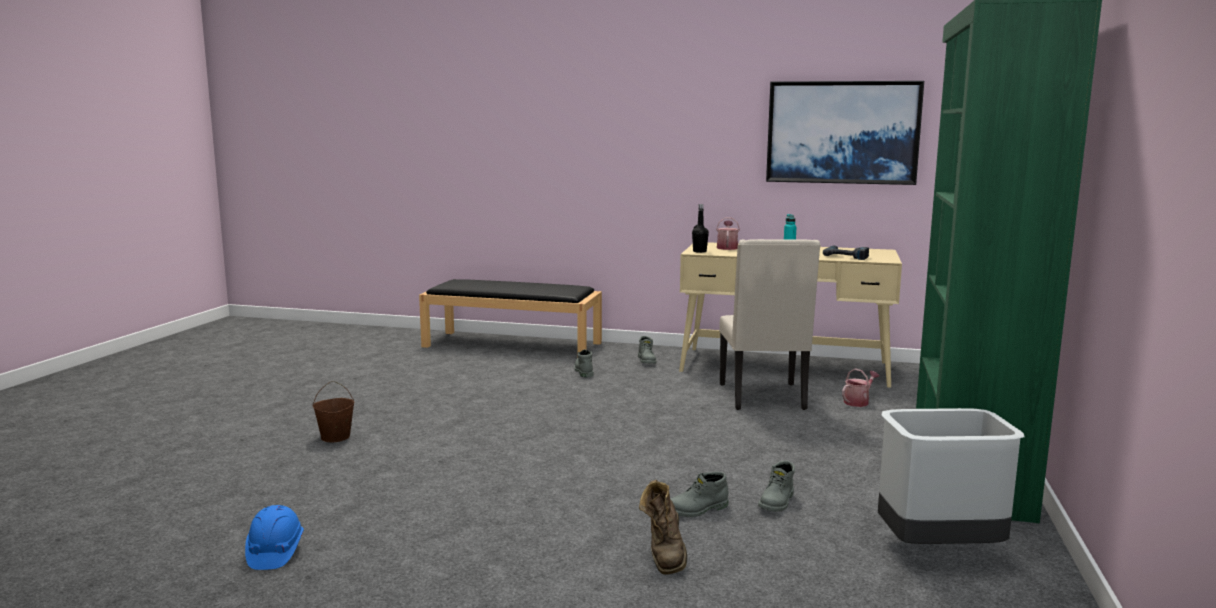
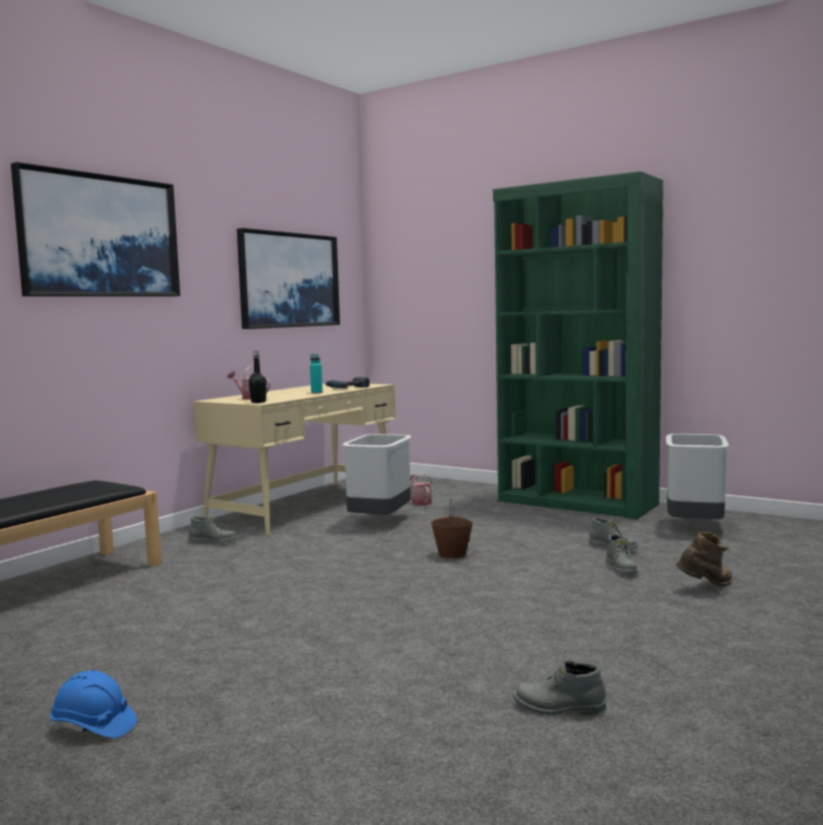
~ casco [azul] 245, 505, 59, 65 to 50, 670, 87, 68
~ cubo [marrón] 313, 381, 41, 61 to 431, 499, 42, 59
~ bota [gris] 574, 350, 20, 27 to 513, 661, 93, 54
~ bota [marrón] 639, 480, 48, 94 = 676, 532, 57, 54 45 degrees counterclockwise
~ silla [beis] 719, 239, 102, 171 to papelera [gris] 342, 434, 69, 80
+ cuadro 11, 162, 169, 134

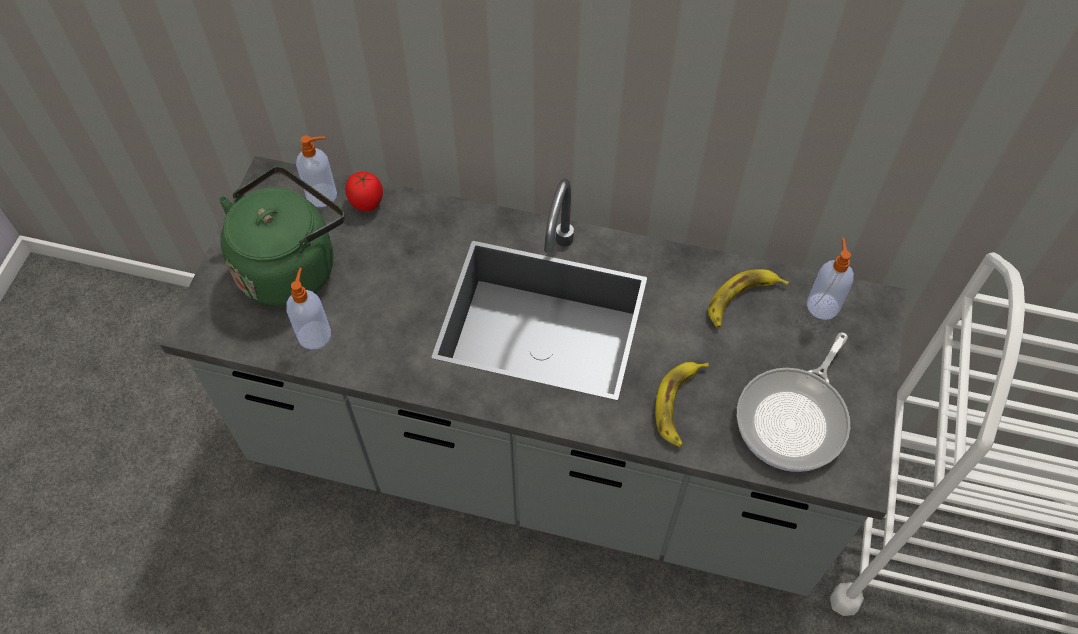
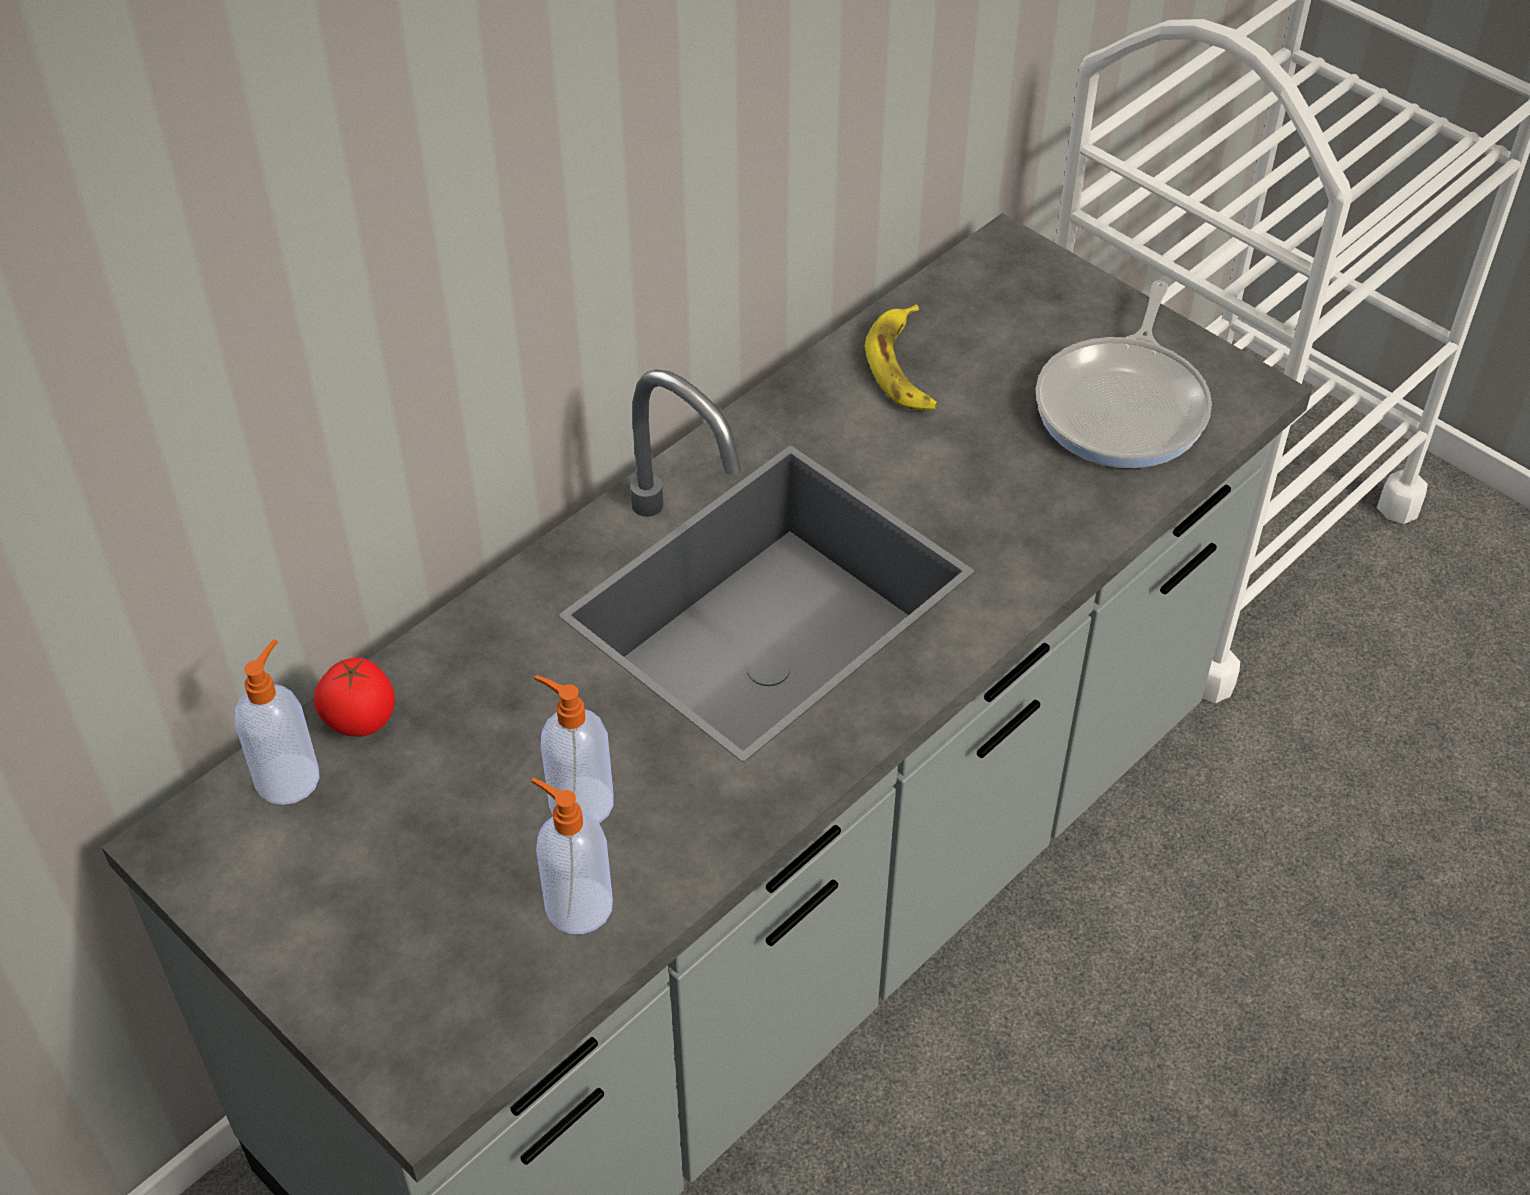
- hervidor [verde] 219, 166, 126, 140
- plátano 655, 362, 54, 85
~ sartén 737, 332, 113, 140 = 1036, 281, 176, 187 45 degrees clockwise
~ dispensador de jabón 807, 237, 47, 83 to 534, 675, 80, 148

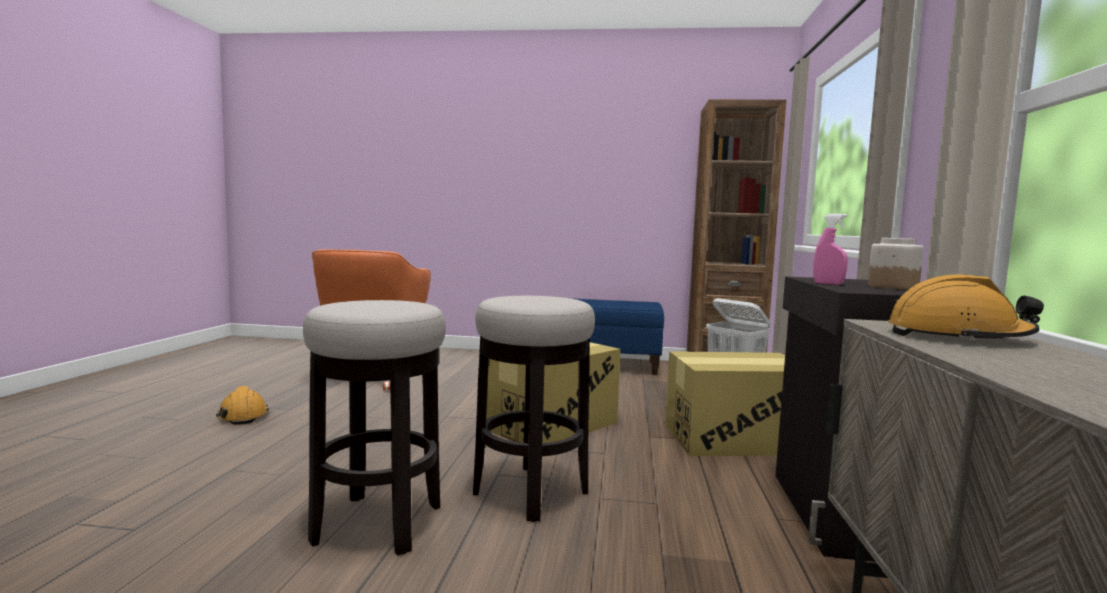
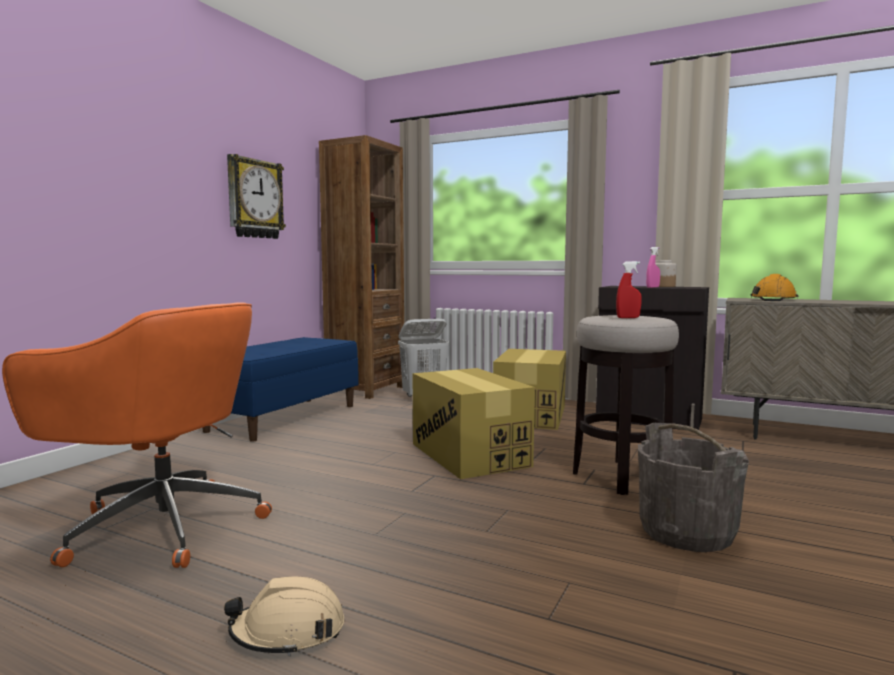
~ casco [naranja] 216, 386, 53, 39 to casco [beis] 224, 576, 120, 81
~ taburete 303, 300, 143, 256 to cubo [gris] 638, 423, 111, 129
+ reloj de pared 227, 154, 59, 85
+ pulverizador [rojo] 616, 261, 26, 57

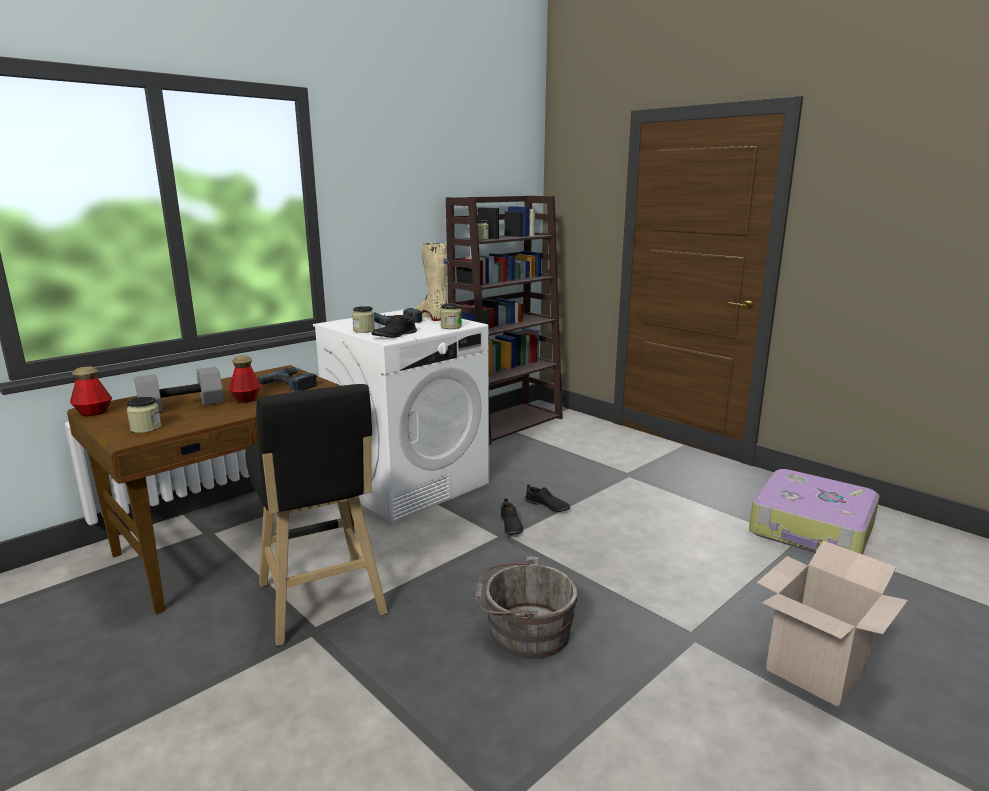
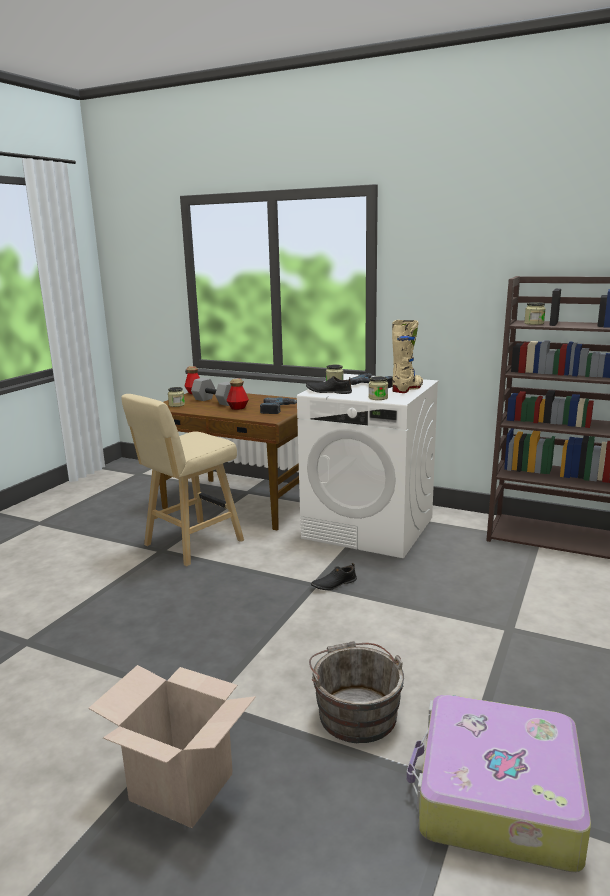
~ taburete [negro] 245, 384, 143, 262 to taburete [beis] 121, 394, 123, 172
~ cubo [gris] 475, 557, 103, 102 to 309, 641, 95, 102
- zapato [negro] 525, 484, 45, 28

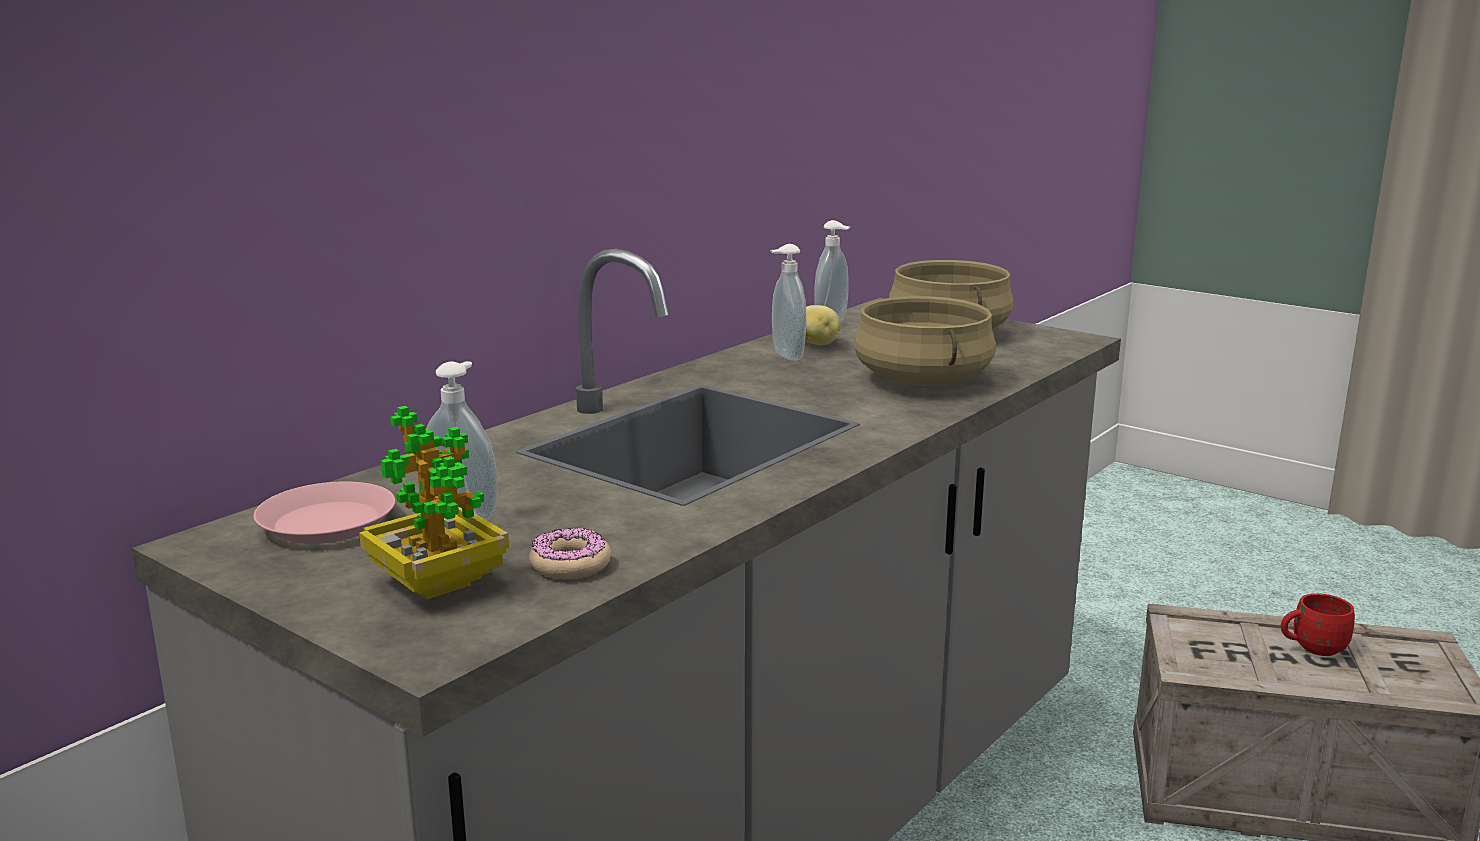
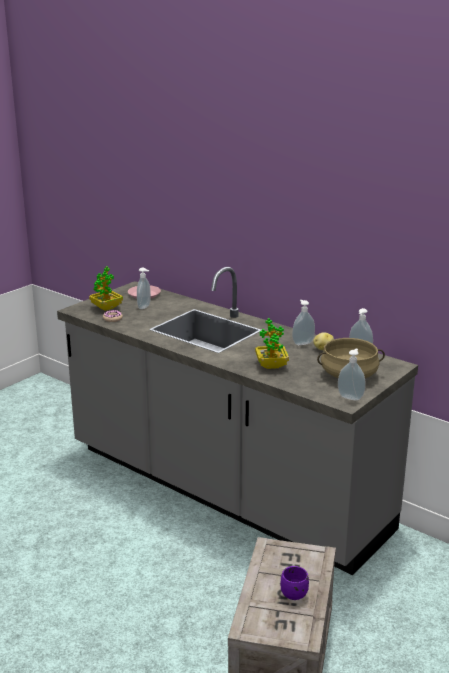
~ olla [beis] 854, 296, 142, 90 to planta en maceta 255, 318, 34, 51
~ taza grande [rojo] 1281, 593, 74, 63 to taza grande [morado] 281, 566, 28, 34
+ dispensador de jabón 338, 349, 28, 51

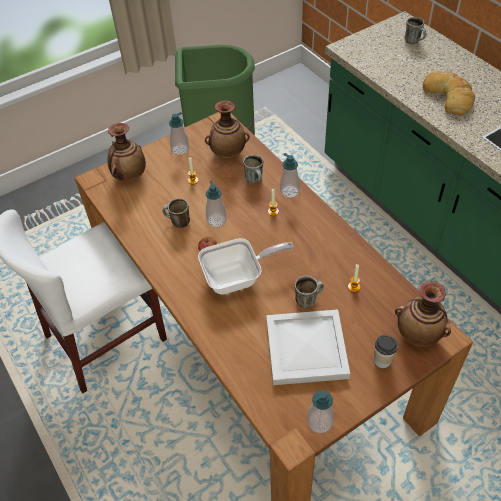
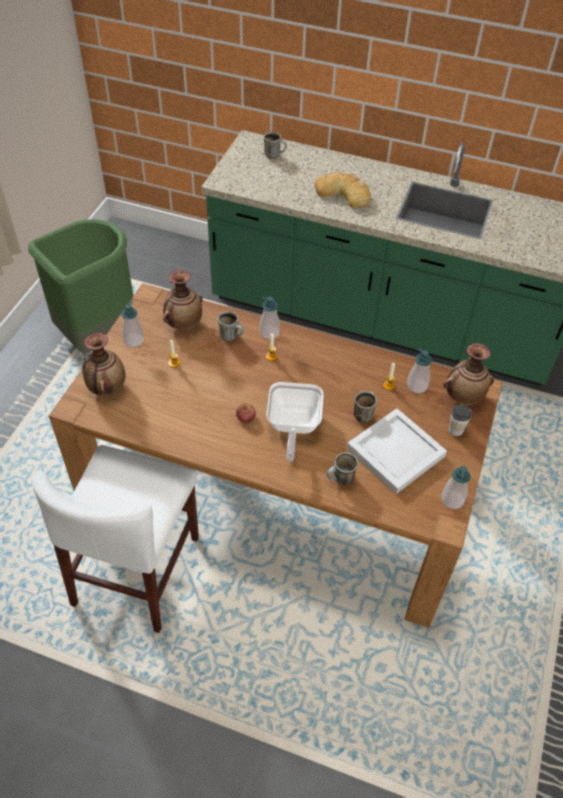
~ taza grande 162, 198, 28, 30 to 327, 452, 31, 33
~ sartén 198, 238, 96, 57 = 266, 382, 58, 80 150 degrees clockwise
~ dispensador de jabón 206, 181, 21, 46 to 407, 348, 25, 45

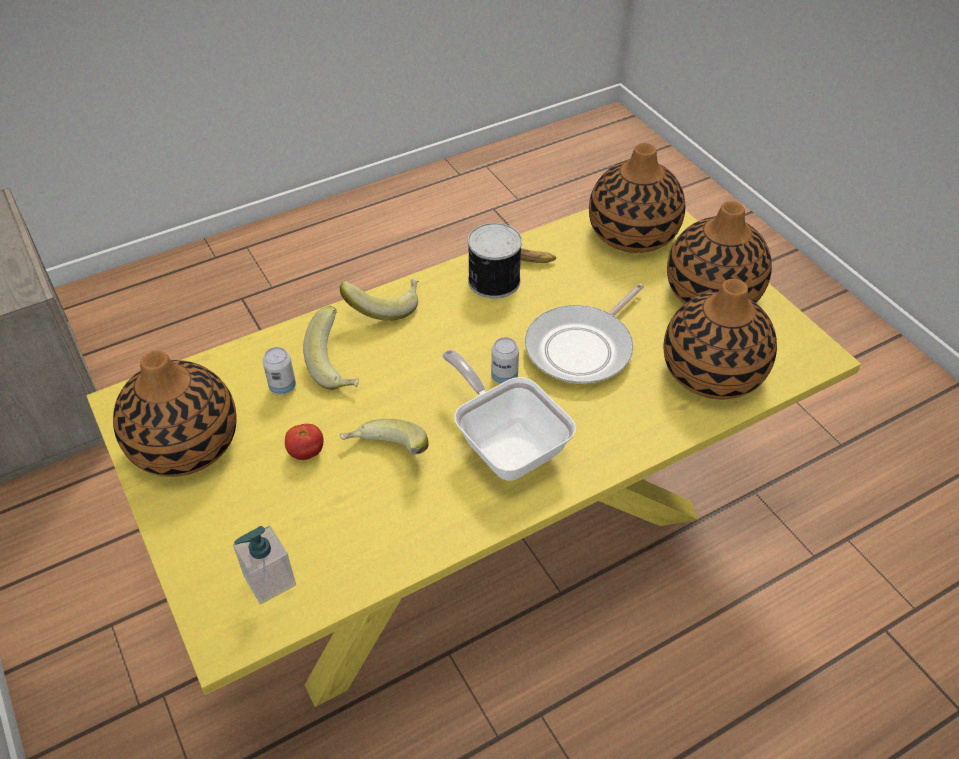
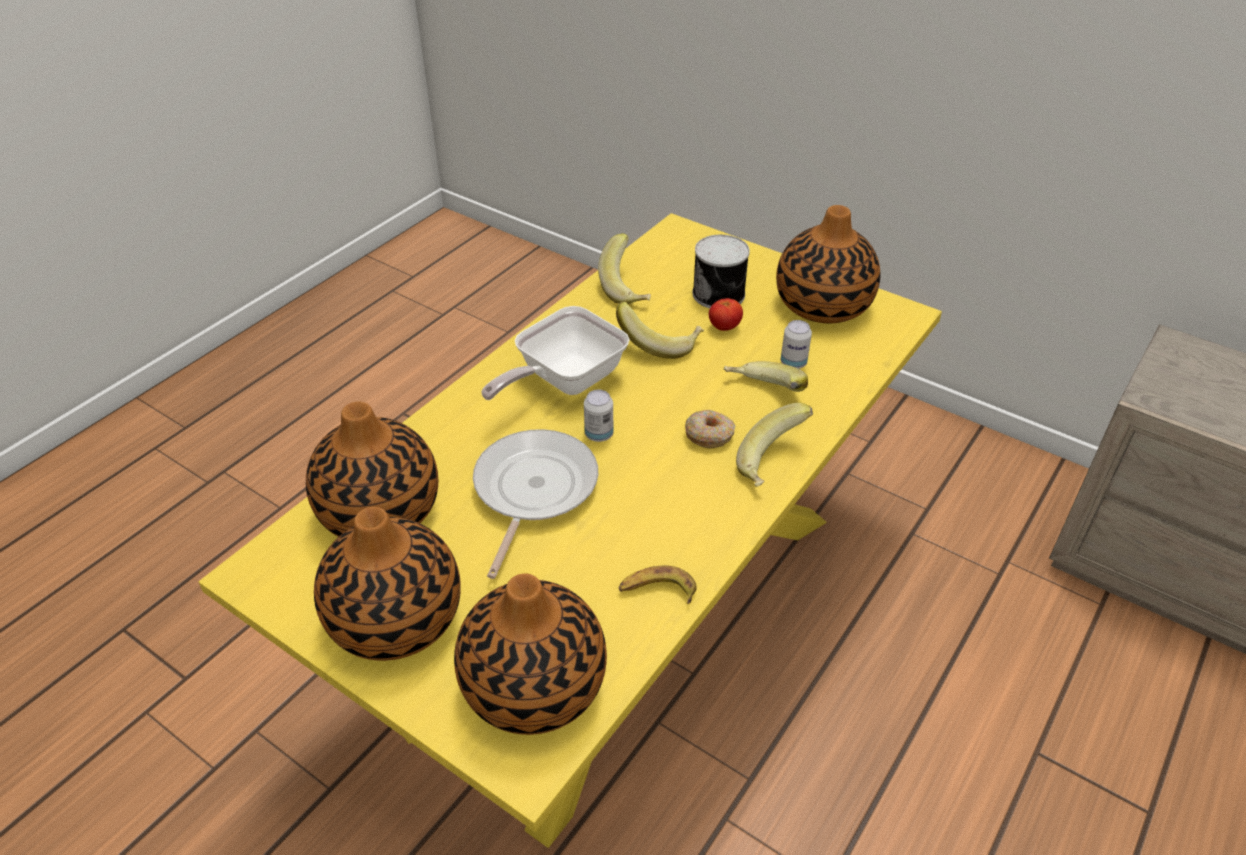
- dispensador de jabón 233, 525, 63, 80
~ sartén 442, 350, 134, 131 = 481, 306, 149, 94 105 degrees clockwise
~ lata 468, 223, 54, 76 to 692, 235, 58, 73
+ plátano 598, 233, 53, 71
+ rosquilla 685, 410, 50, 38

